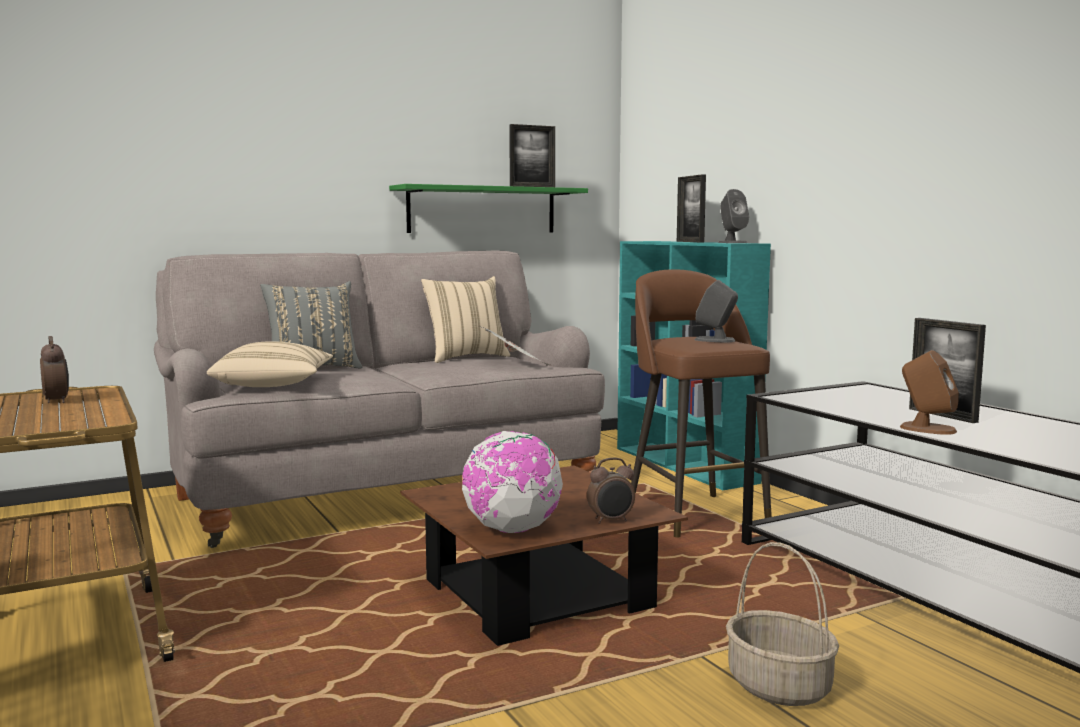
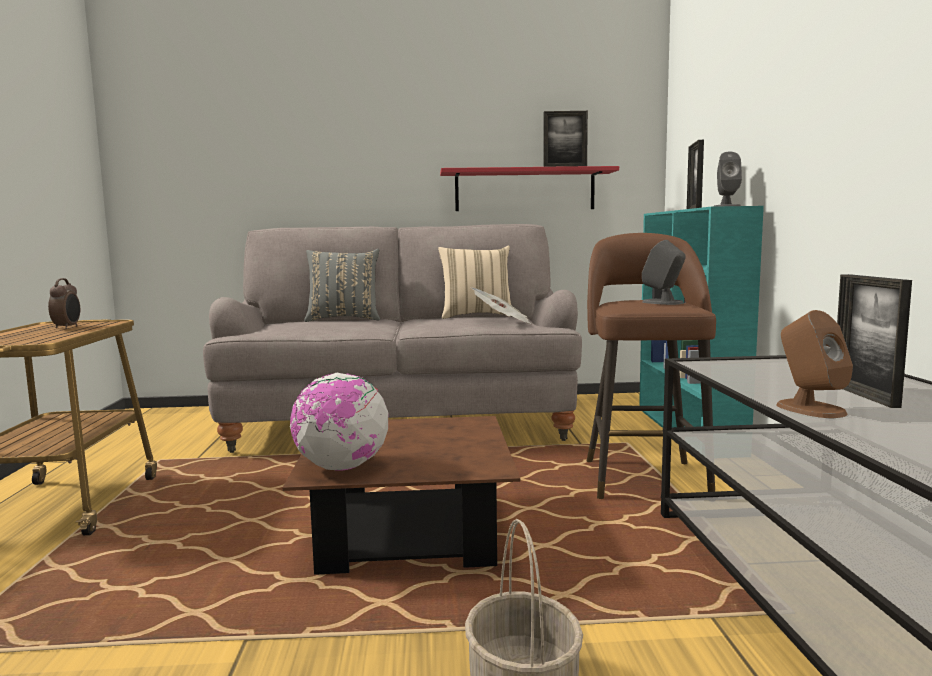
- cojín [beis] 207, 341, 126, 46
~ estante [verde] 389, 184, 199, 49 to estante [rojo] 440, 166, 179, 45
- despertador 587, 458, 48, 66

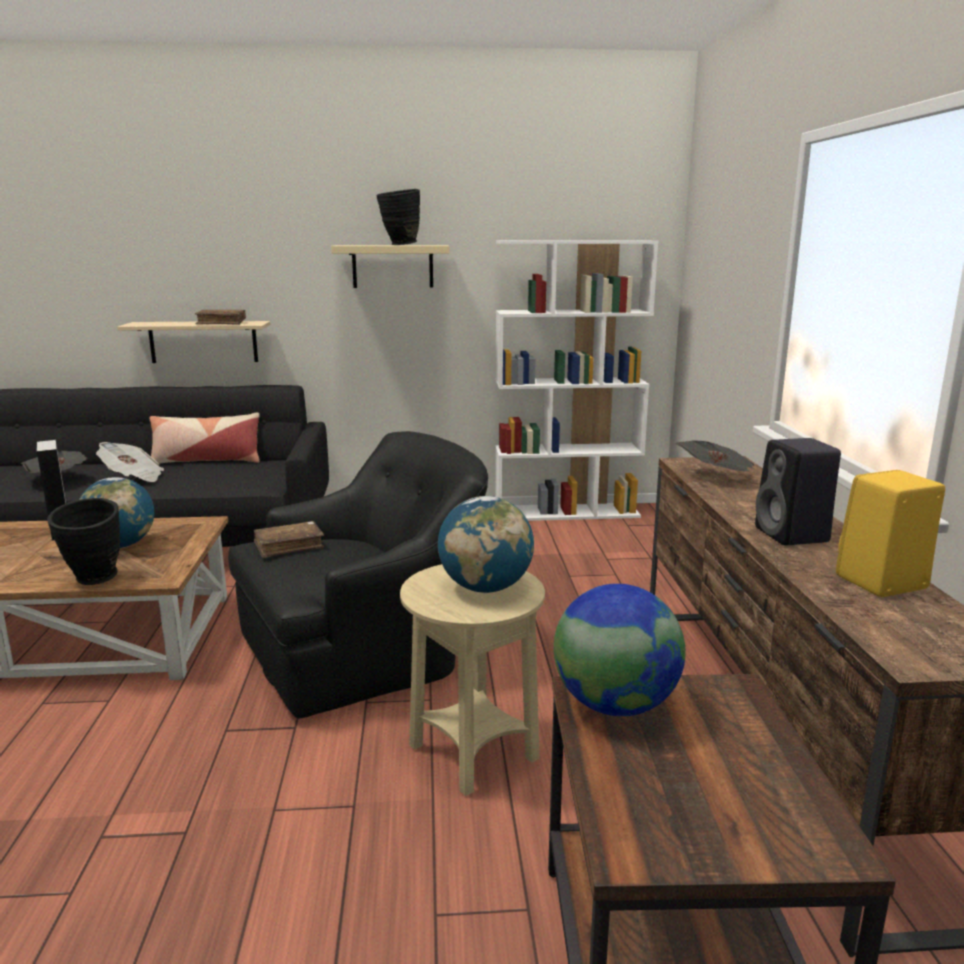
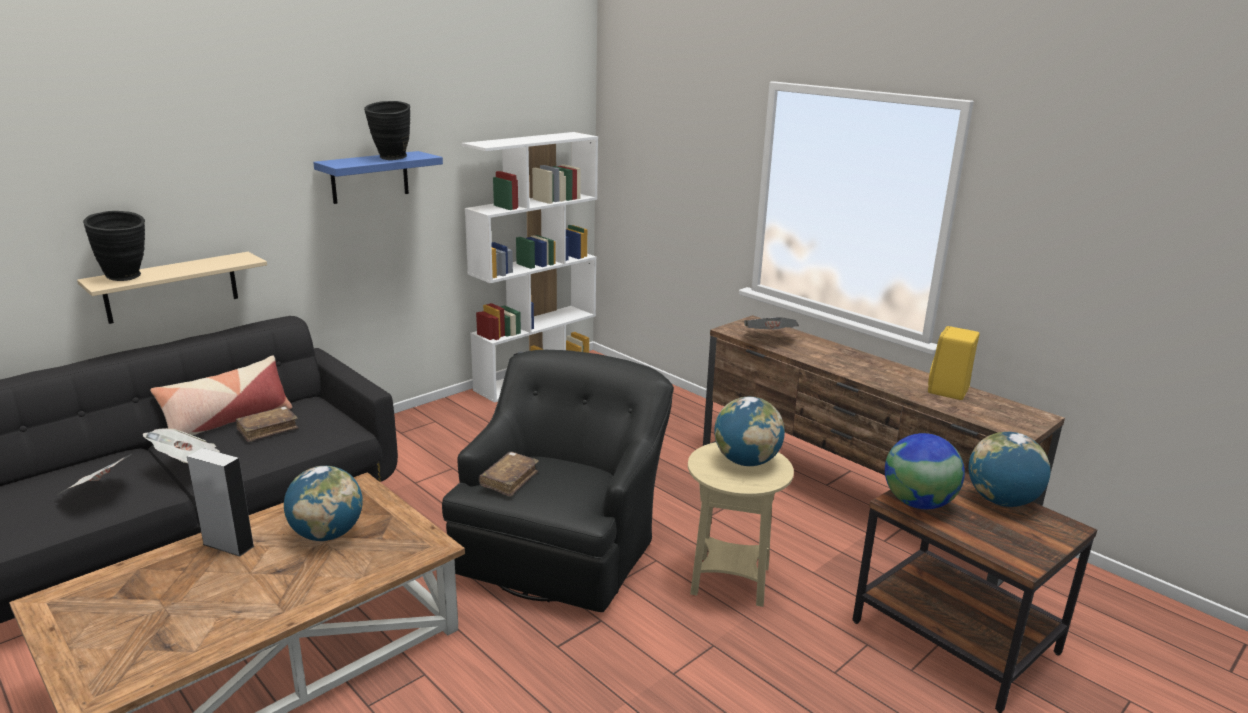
~ florero [negro] 47, 498, 73, 87 to 83, 211, 62, 70
~ libro [marrón] 195, 310, 51, 15 to 236, 406, 62, 36
~ estante [beis] 331, 245, 119, 43 to estante [azul] 313, 151, 130, 53
- altavoz [negro] 755, 438, 86, 107
+ globo terráqueo 969, 432, 81, 75

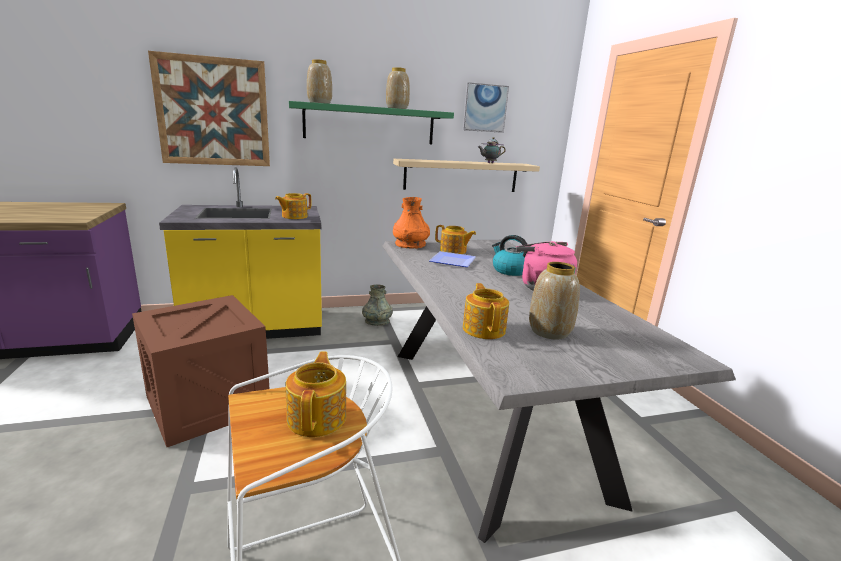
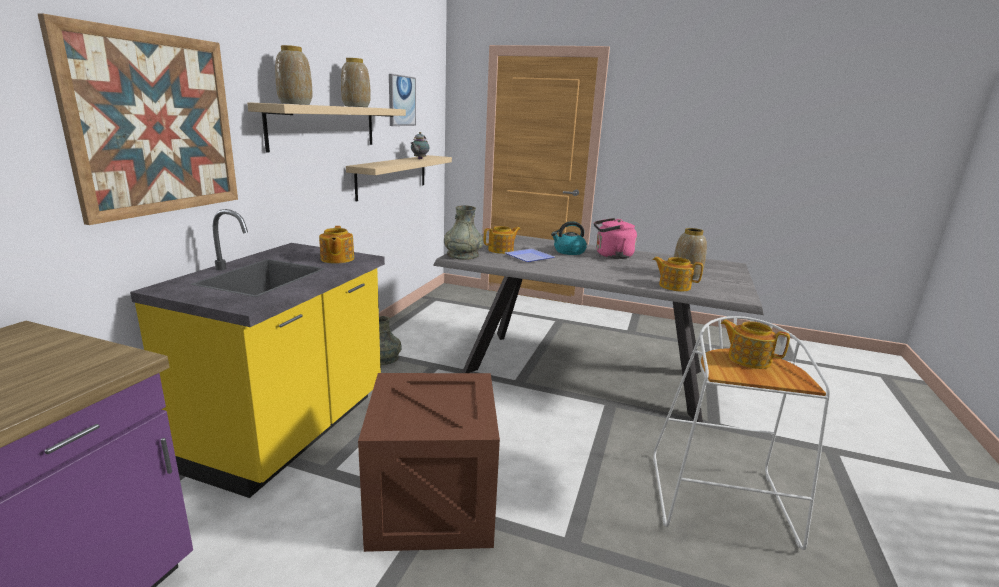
~ estante [verde] 289, 101, 165, 43 to estante [beis] 247, 102, 159, 50
~ florero [naranja] 393, 197, 37, 52 to florero [gris] 444, 205, 39, 55

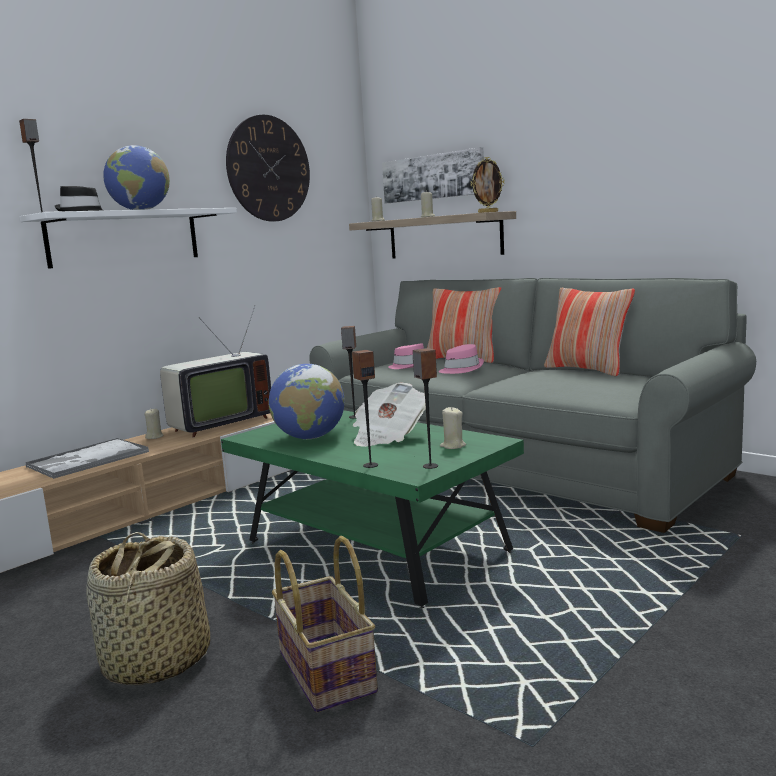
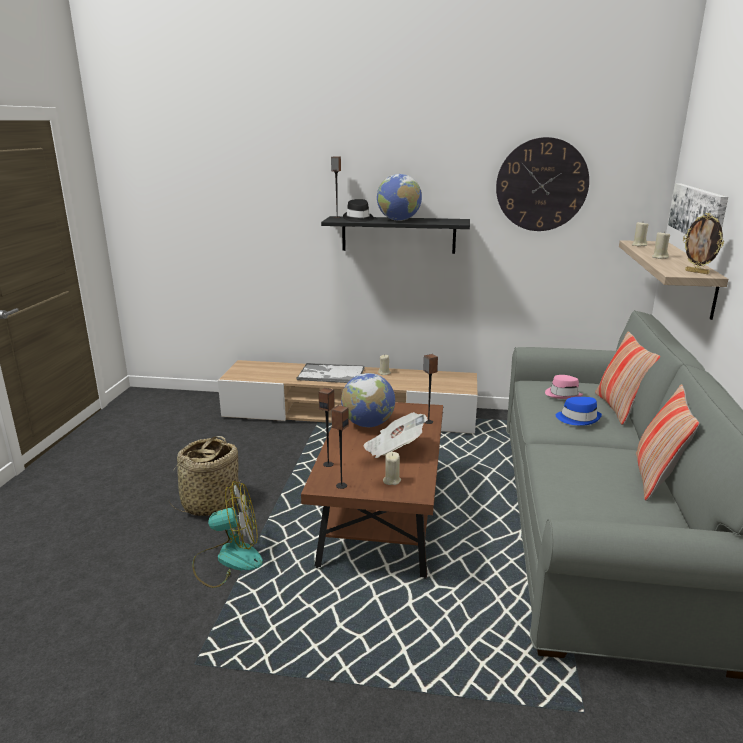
~ estante [blanco] 20, 208, 217, 61 to estante [negro] 321, 216, 149, 38
- televisor 160, 305, 111, 132
~ mesa de centro [verde] 221, 410, 303, 198 to mesa de centro [marrón] 301, 402, 142, 177
~ cesta 272, 536, 106, 177 to ventilador 192, 481, 71, 107
~ sombrero [rosa] 439, 344, 45, 30 to sombrero [azul] 556, 397, 46, 28

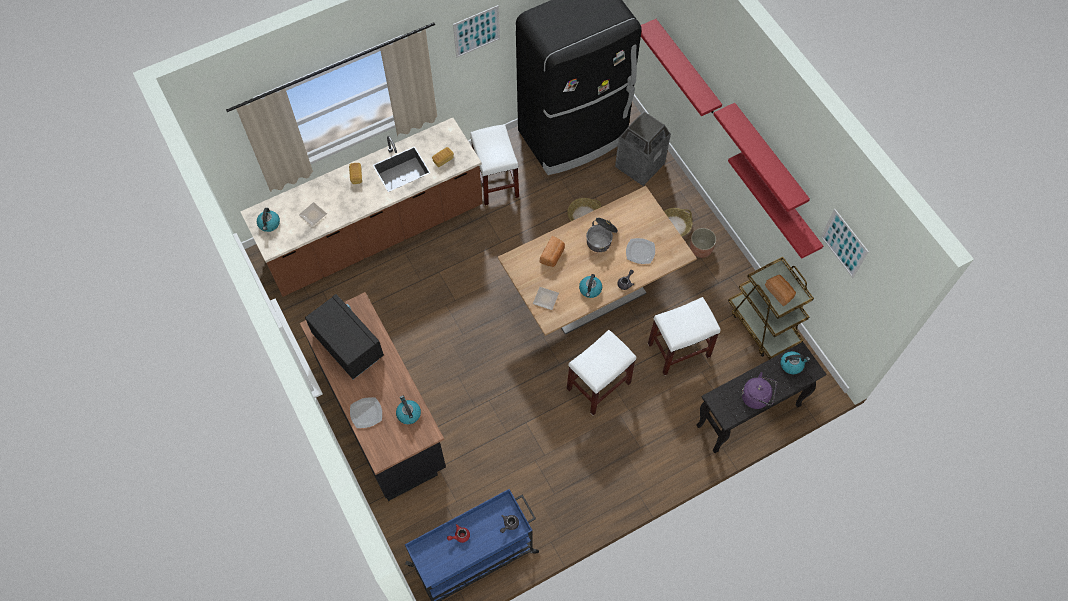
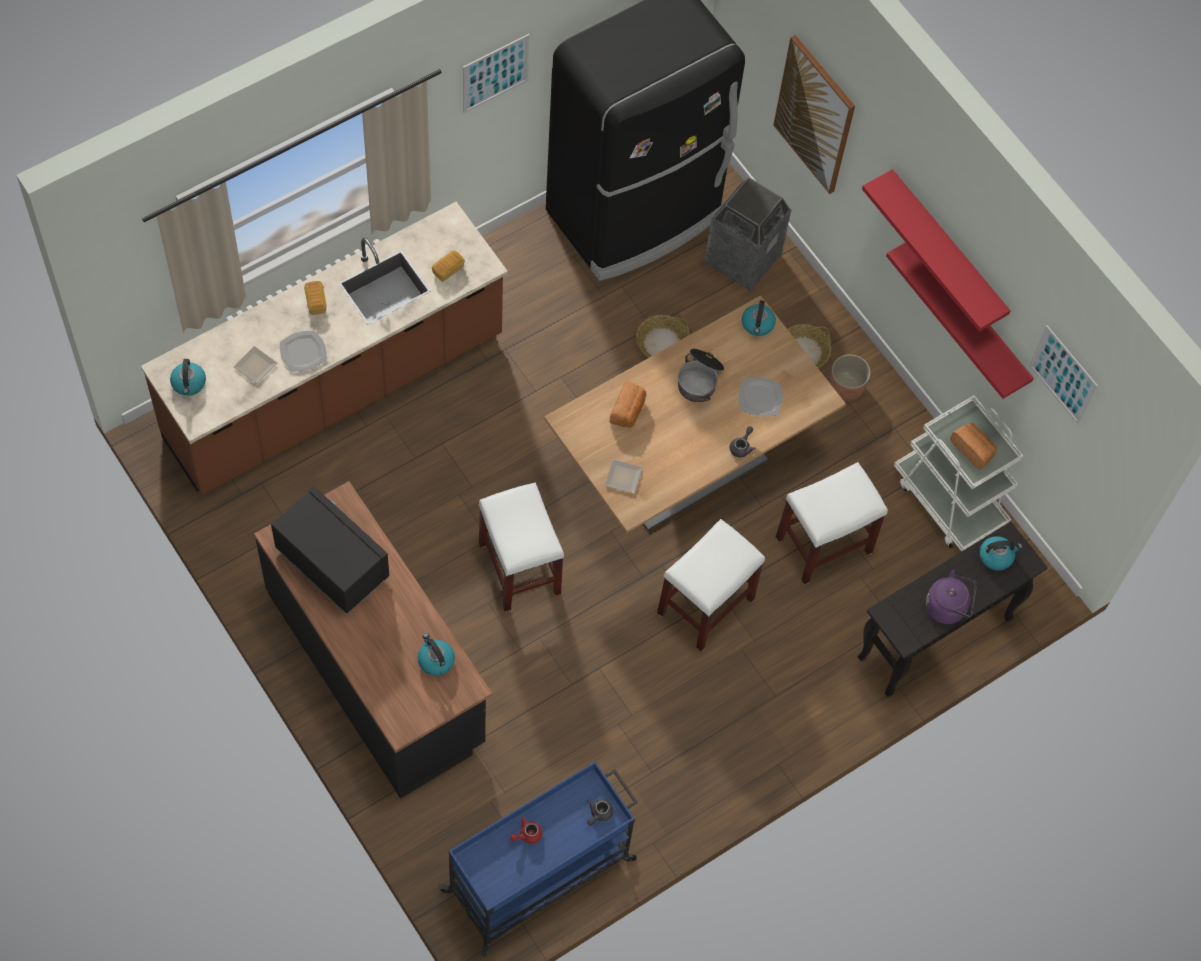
~ plato 350, 397, 32, 31 to 280, 330, 47, 42
~ taburete [blanco] 470, 124, 49, 81 to 479, 482, 85, 130
~ hervidor 579, 274, 23, 24 to 742, 300, 34, 36
~ estante [rojo] 641, 19, 81, 97 to cuadro 773, 35, 82, 159
~ carrito [marrón] 728, 257, 86, 103 to carrito [blanco] 894, 395, 129, 157

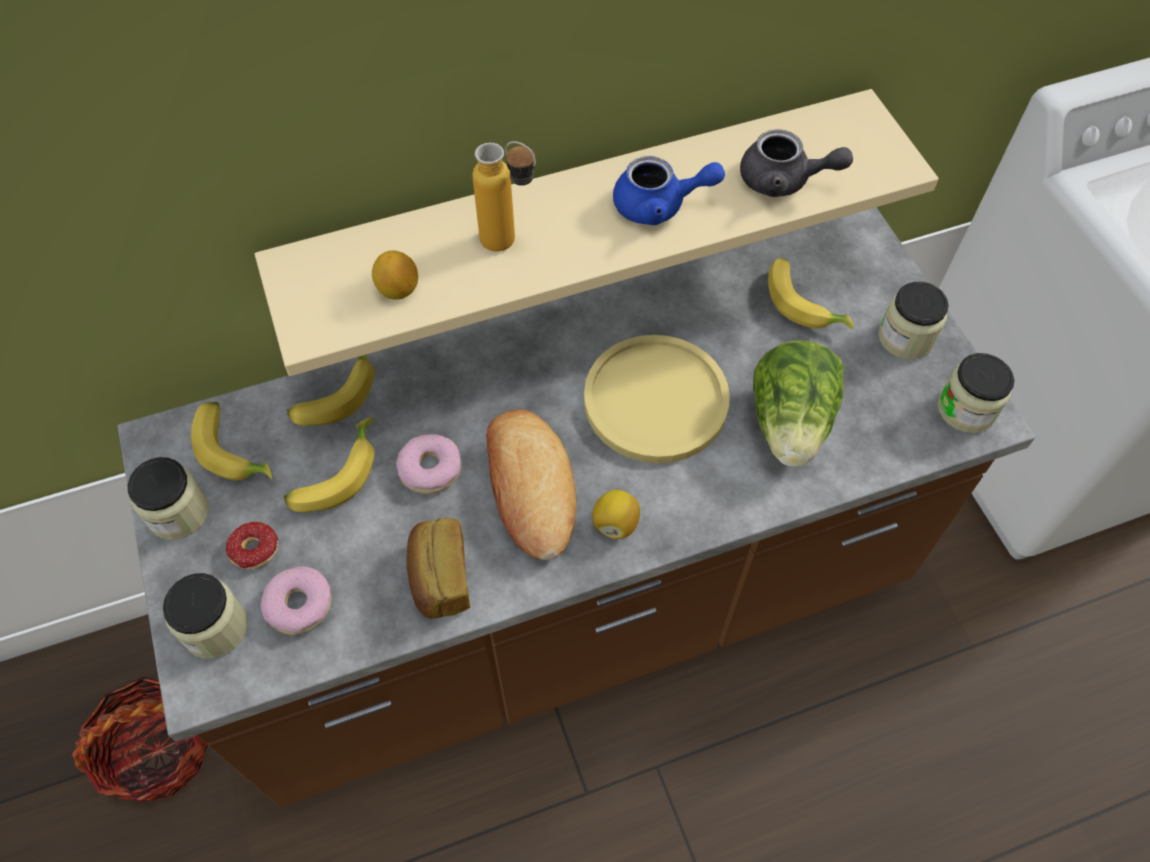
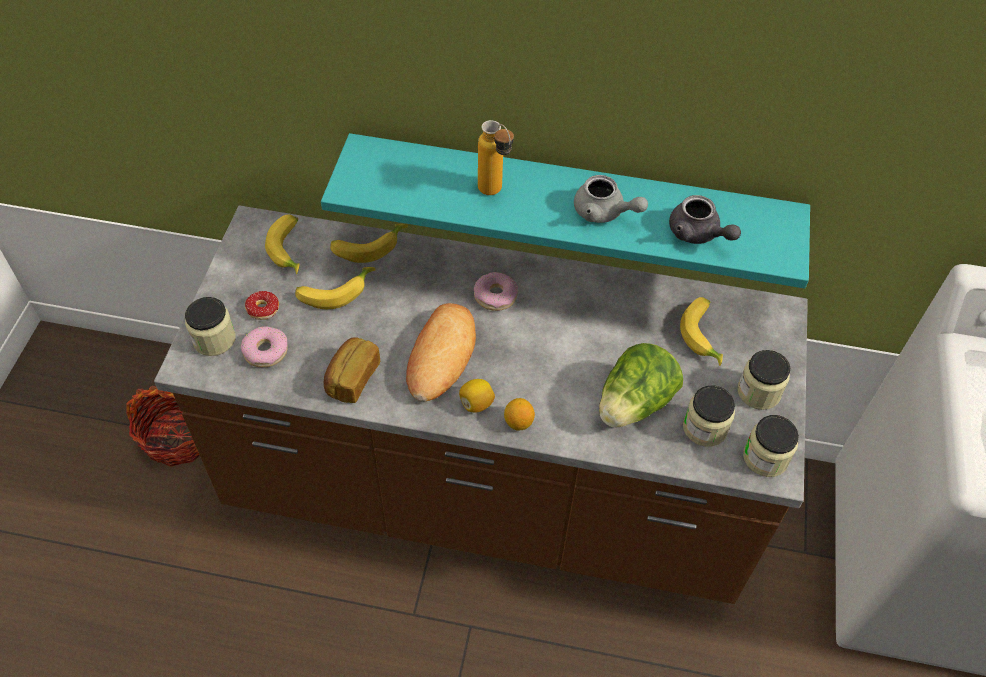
~ tarro 128, 457, 81, 83 to 683, 385, 52, 62
~ estante [beis] 255, 89, 684, 287 to estante [turquesa] 321, 133, 489, 155
~ limón 372, 250, 46, 49 to 504, 398, 31, 33
~ rosquilla 396, 434, 65, 60 to 474, 272, 44, 39
- plato [amarillo] 584, 335, 146, 128
~ tetera [azul] 613, 156, 112, 69 to tetera [gris] 574, 175, 74, 48

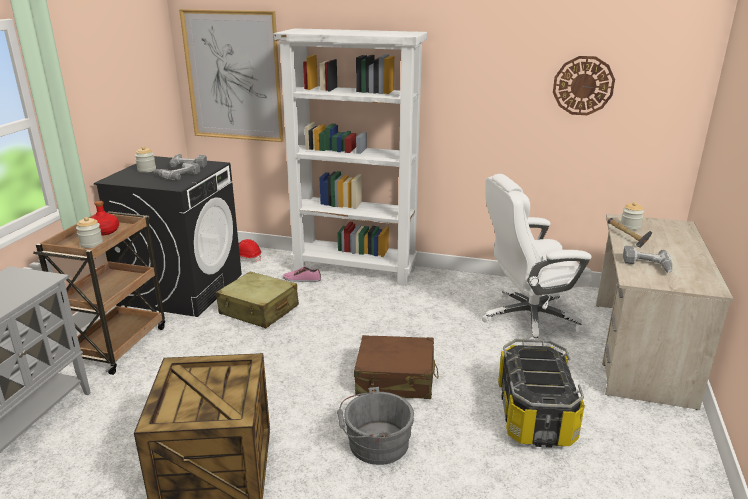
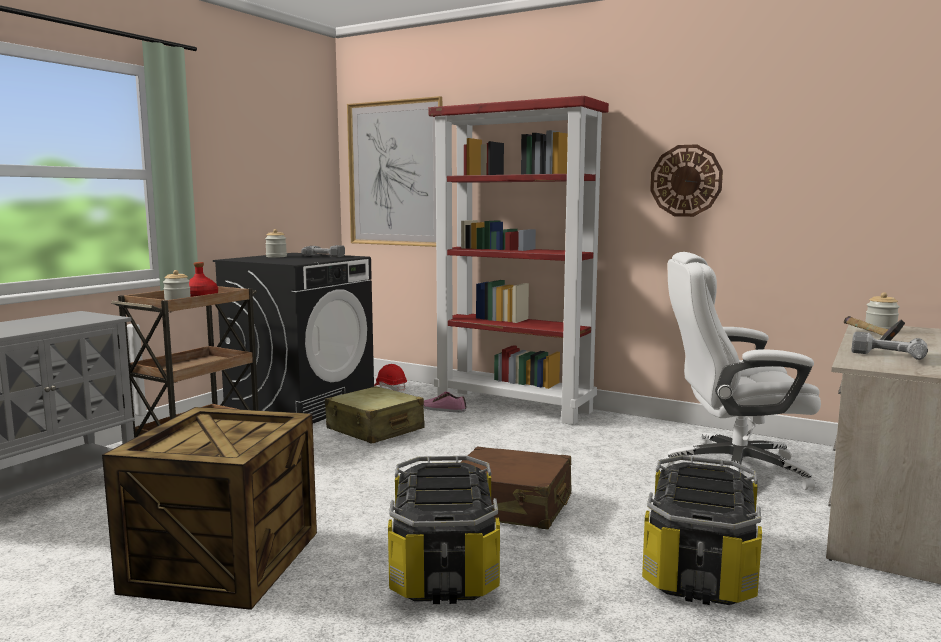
- taladro 153, 162, 47, 18
~ estantería [blanco] 274, 28, 153, 258 to estantería [rojo] 429, 96, 180, 329
~ cubo [gris] 337, 387, 77, 78 to caja de almacenaje 388, 456, 112, 148
~ reloj de pared 553, 56, 62, 59 to 650, 144, 73, 73

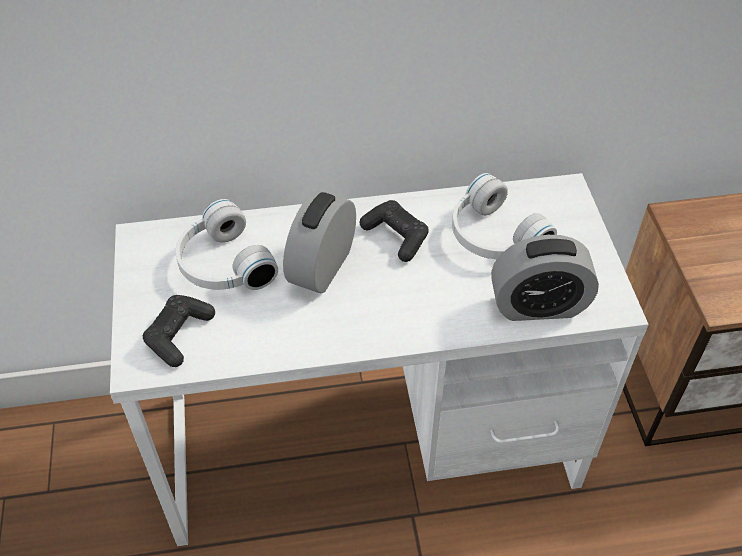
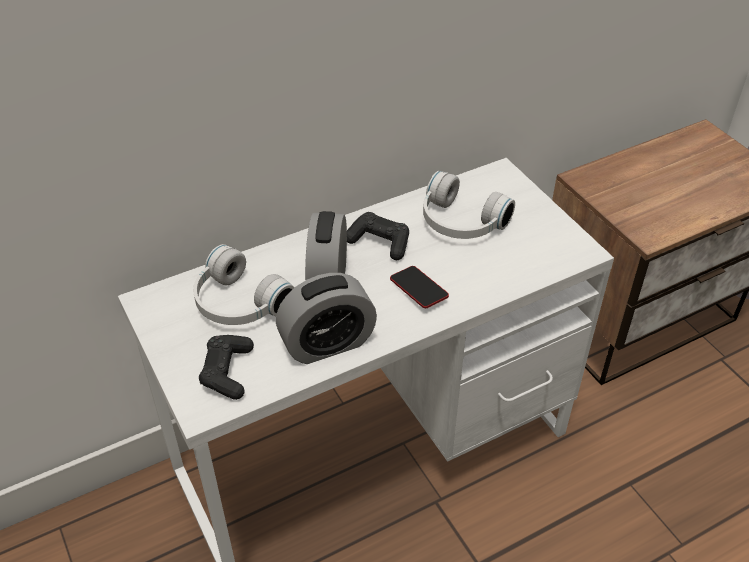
~ despertador 491, 235, 108, 86 to 276, 273, 101, 91
+ móvil 390, 266, 59, 42

